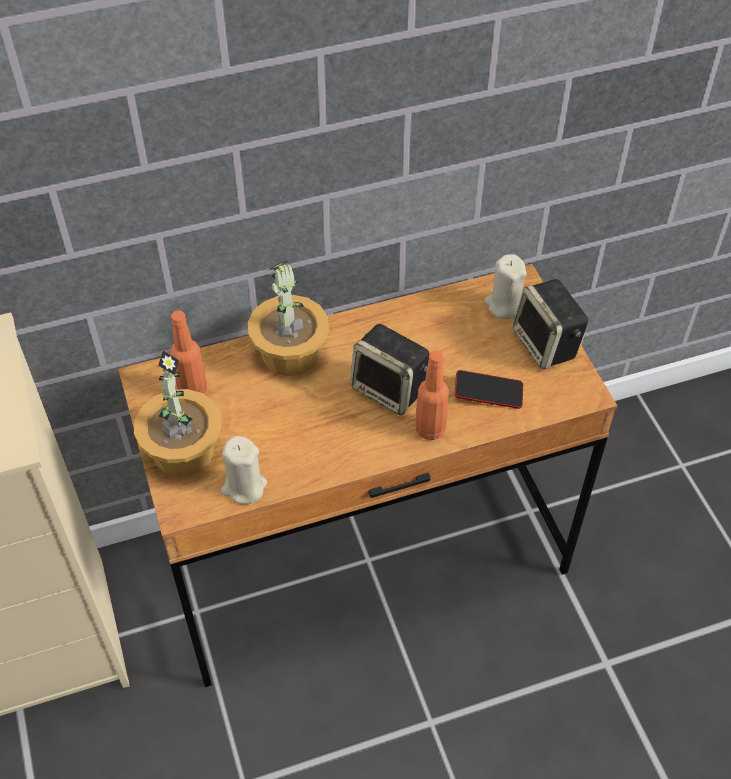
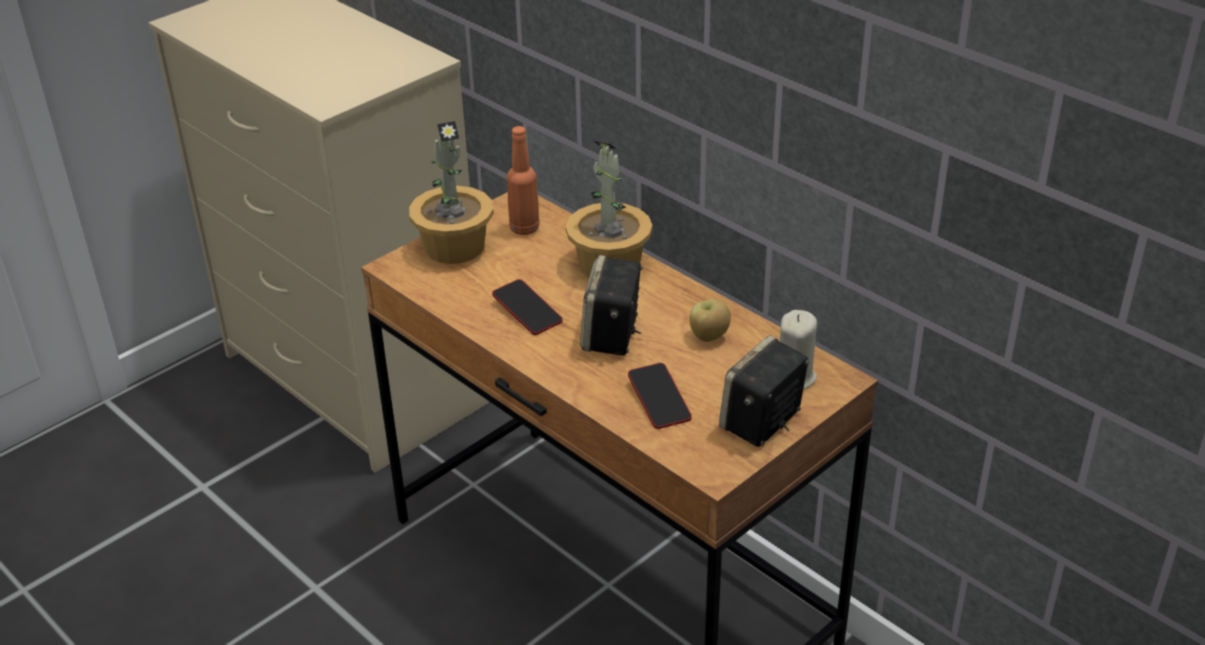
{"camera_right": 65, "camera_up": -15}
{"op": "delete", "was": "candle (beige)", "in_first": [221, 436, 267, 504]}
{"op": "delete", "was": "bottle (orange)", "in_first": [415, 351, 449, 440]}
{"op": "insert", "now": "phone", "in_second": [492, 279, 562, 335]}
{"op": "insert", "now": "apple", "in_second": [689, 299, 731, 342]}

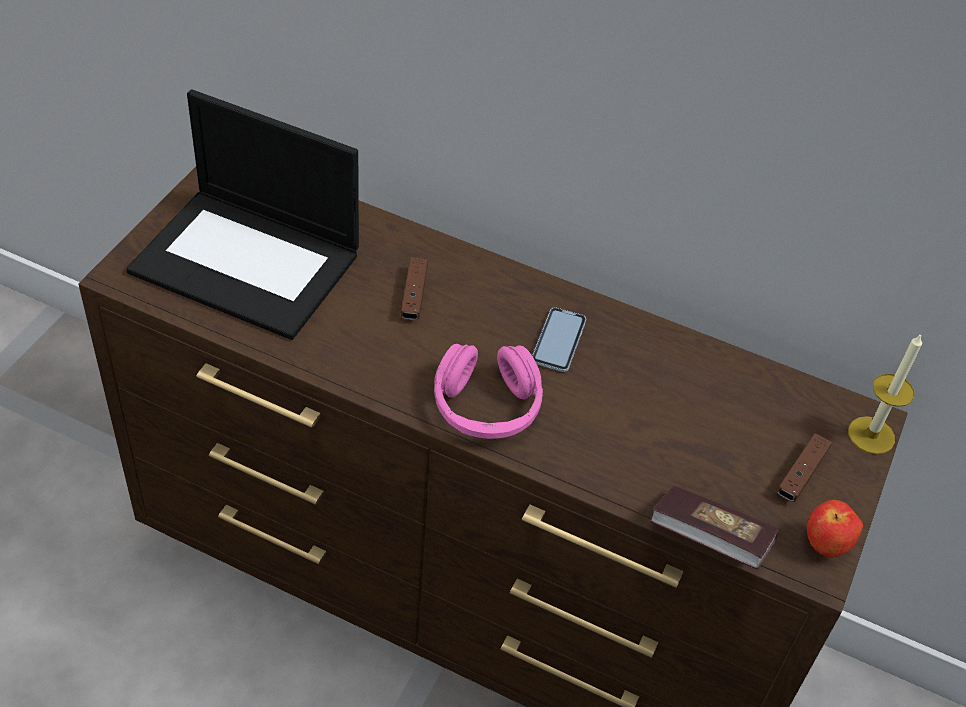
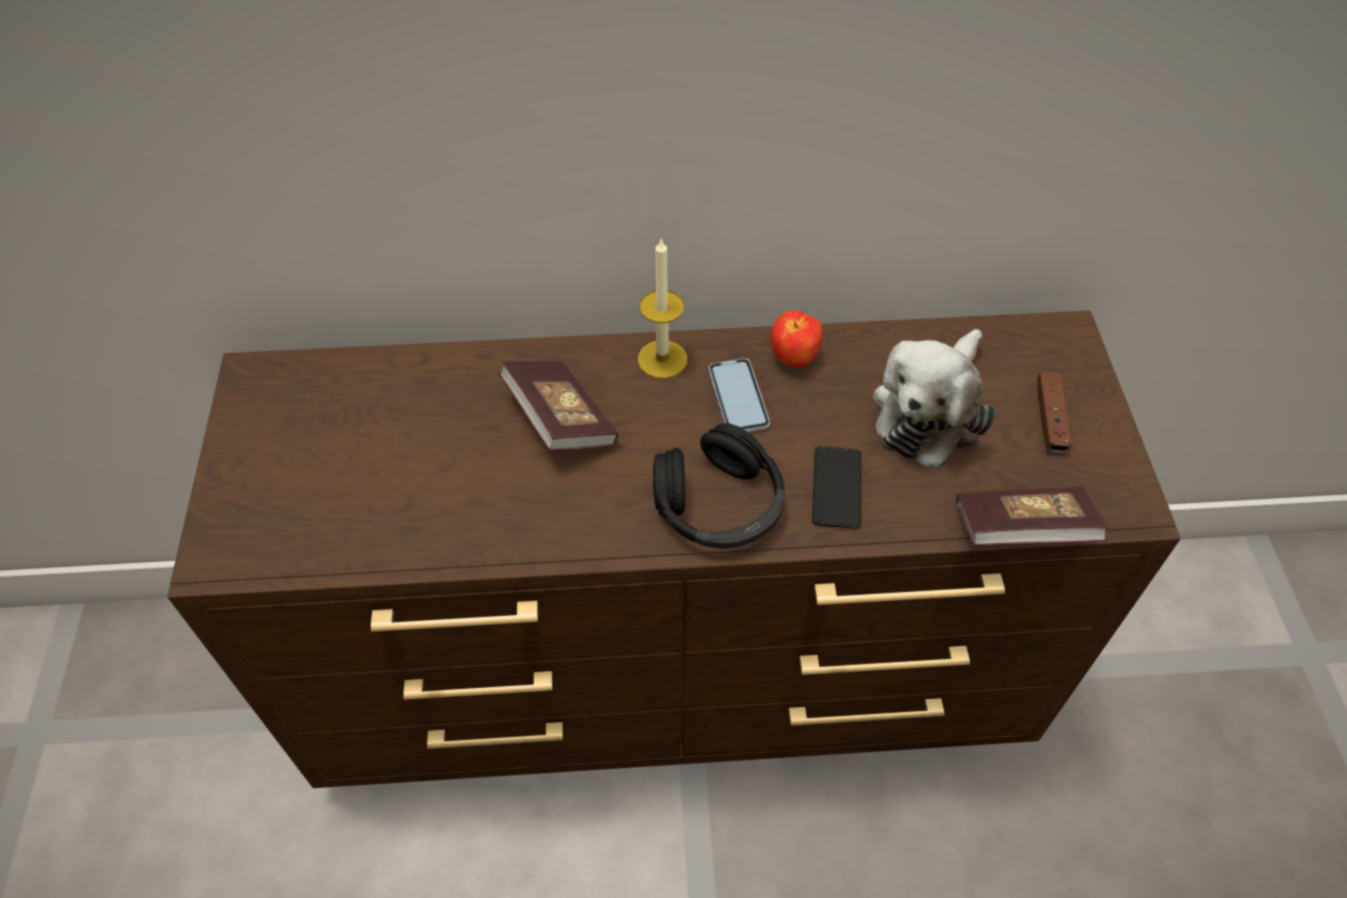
{"camera_right": -25, "camera_up": 5}
{"op": "delete", "was": "laptop", "in_first": [126, 89, 359, 340]}
{"op": "insert", "now": "phone", "in_second": [812, 446, 862, 529]}
{"op": "insert", "now": "plush toy", "in_second": [873, 329, 996, 470]}
{"op": "move", "was": "apple", "in_first": [807, 500, 863, 558], "in_second": [770, 310, 822, 368]}
{"op": "move", "was": "candle", "in_first": [848, 333, 922, 454], "in_second": [638, 237, 688, 379]}
{"op": "replace", "was": "game controller (brown)", "now": "book", "in_first": [401, 257, 428, 320], "in_second": [499, 361, 618, 451]}
{"op": "recolor", "was": "headphones (pink)", "now": "headphones (black)", "in_first": [434, 344, 543, 439], "in_second": [653, 423, 785, 549]}

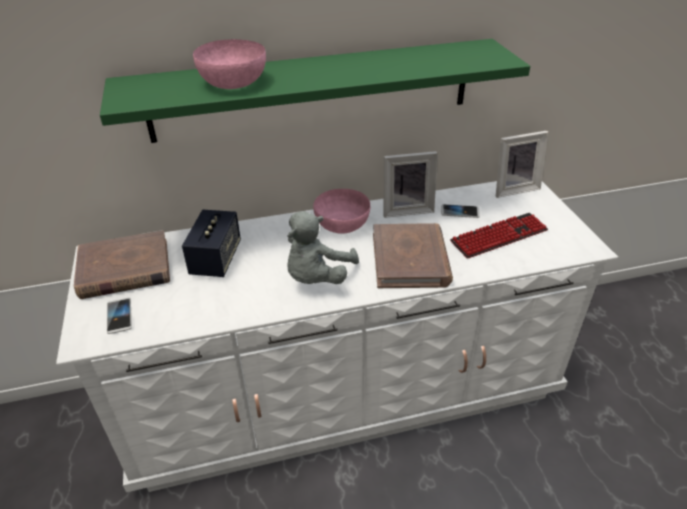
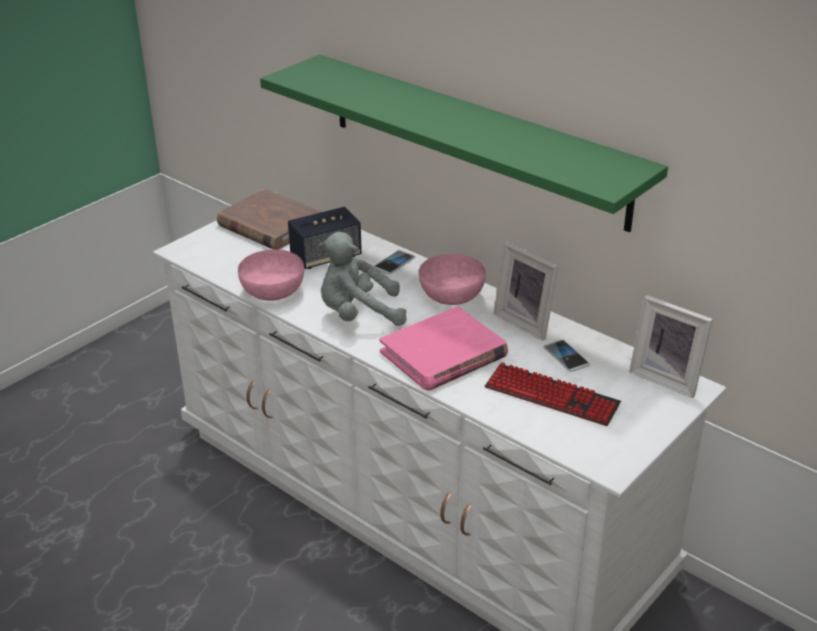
{"camera_right": 55, "camera_up": -5}
{"op": "move", "was": "phone", "in_first": [107, 298, 132, 334], "in_second": [374, 250, 415, 275]}
{"op": "move", "was": "bowl (pink)", "in_first": [193, 39, 266, 89], "in_second": [238, 250, 304, 301]}
{"op": "recolor", "was": "book (brown)", "now": "book (pink)", "in_first": [373, 223, 453, 288], "in_second": [380, 306, 508, 390]}

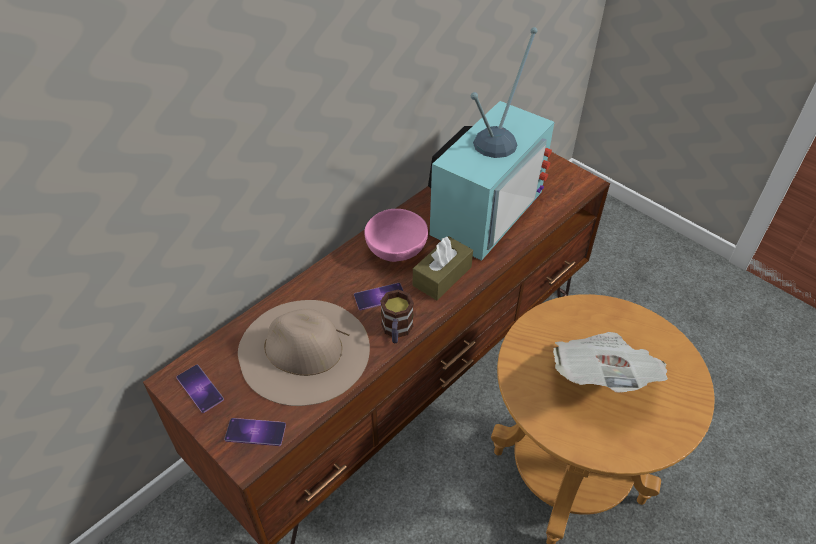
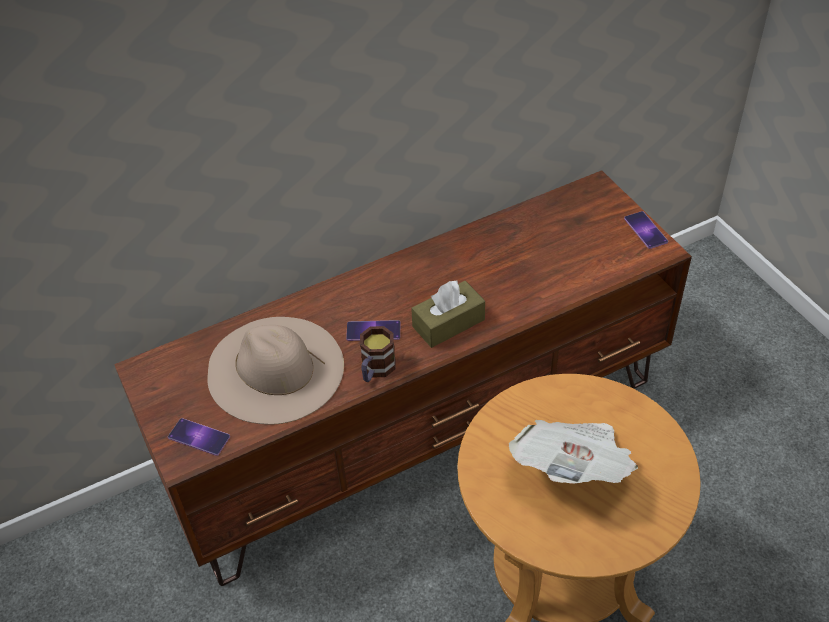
{"camera_right": 20, "camera_up": 0}
{"op": "delete", "was": "bowl (pink)", "in_first": [364, 209, 428, 262]}
{"op": "delete", "was": "television", "in_first": [428, 27, 554, 261]}
{"op": "move", "was": "phone", "in_first": [176, 365, 224, 413], "in_second": [624, 211, 668, 249]}

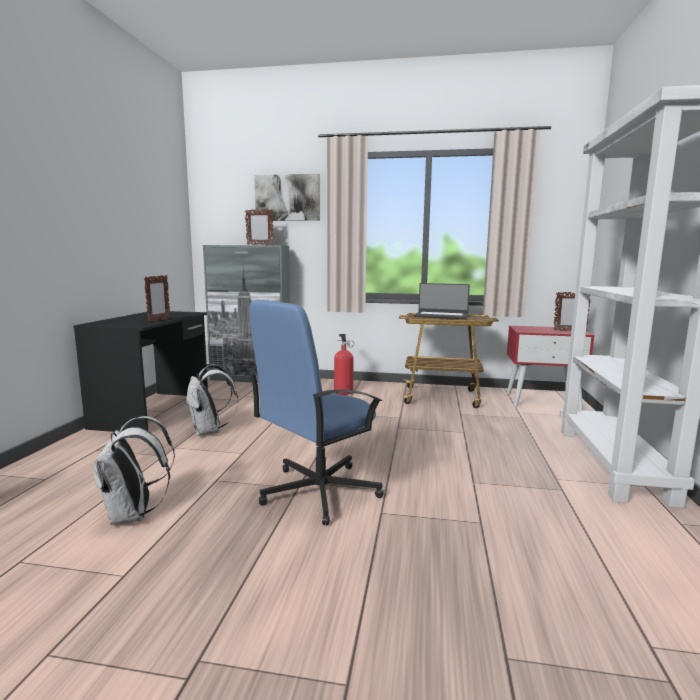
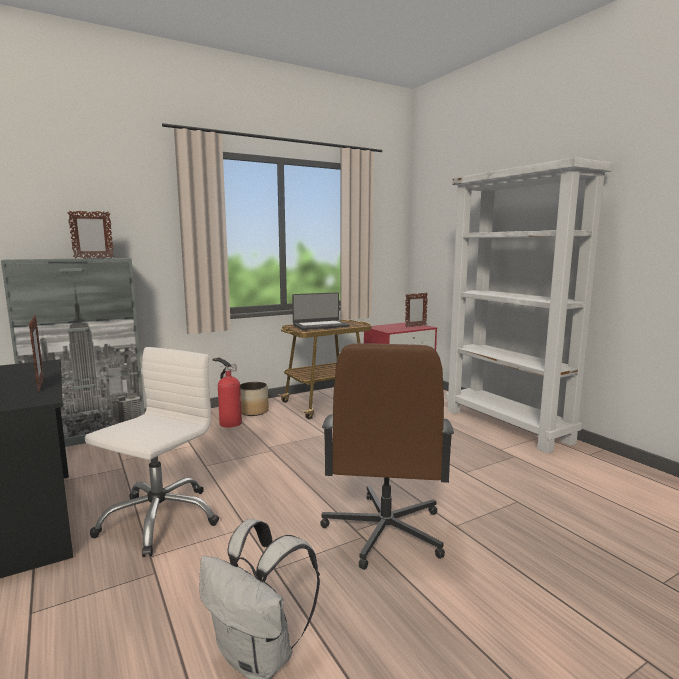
{"camera_right": -40, "camera_up": 0}
{"op": "delete", "was": "picture", "in_first": [254, 174, 320, 221]}
{"op": "insert", "now": "planter", "in_second": [240, 382, 269, 416]}
{"op": "replace", "was": "backpack (white)", "now": "office chair (white)", "in_first": [186, 365, 238, 436], "in_second": [85, 347, 219, 557]}
{"op": "recolor", "was": "office chair (blue)", "now": "office chair (brown)", "in_first": [249, 300, 384, 525], "in_second": [320, 343, 454, 570]}

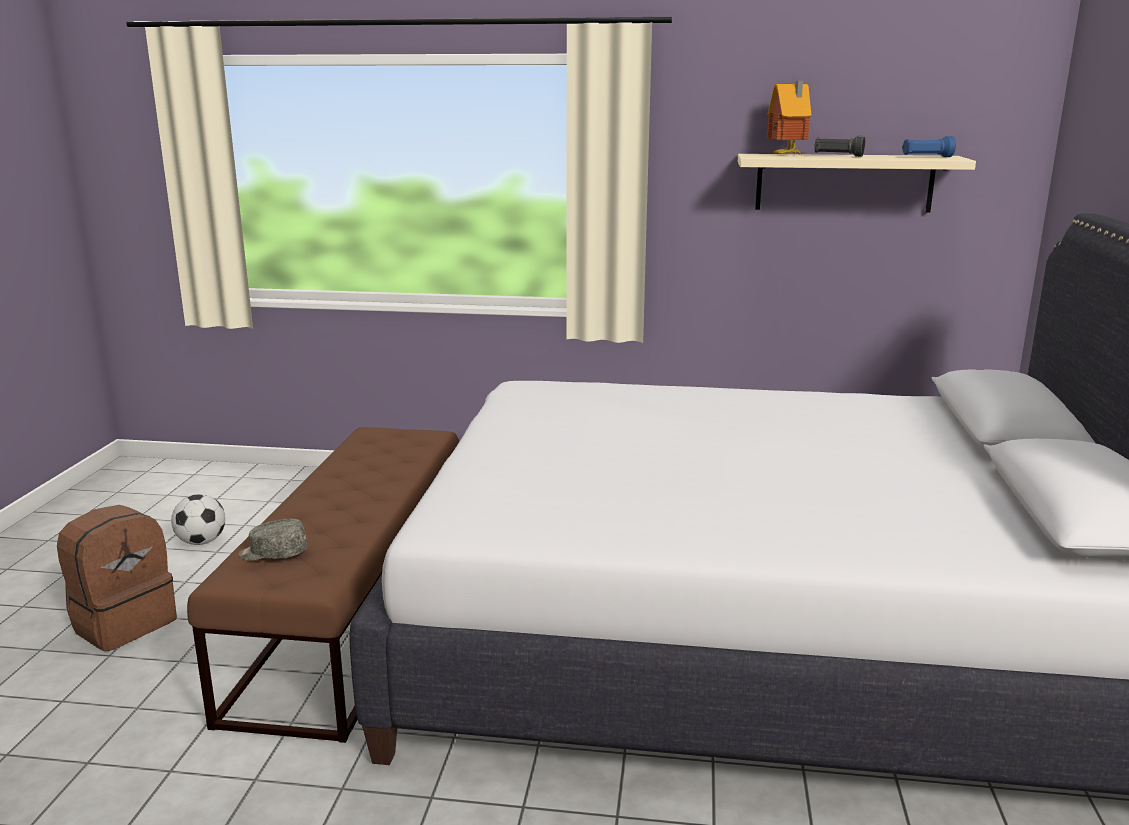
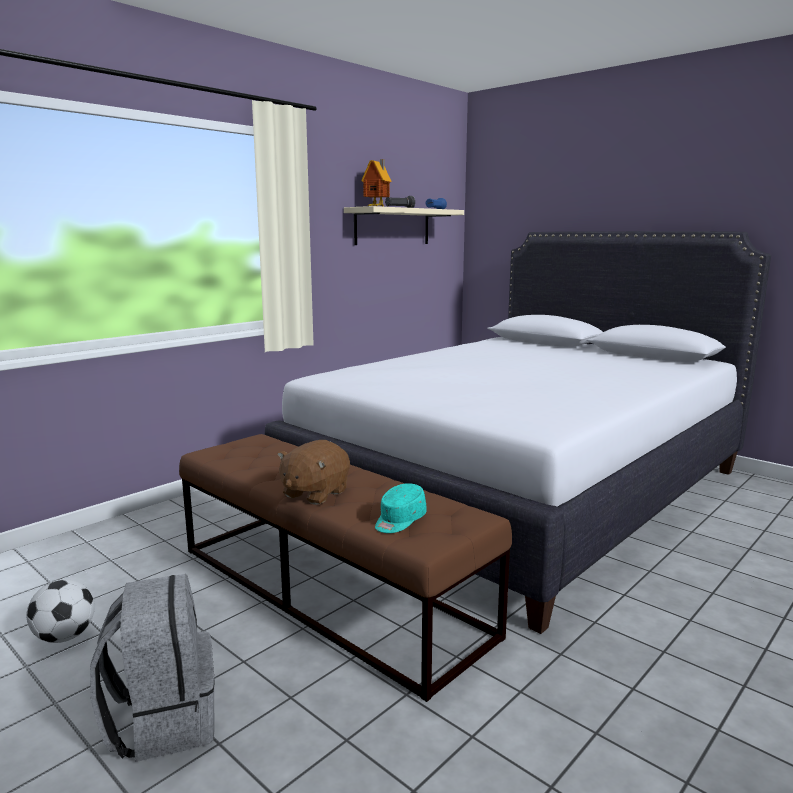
{"camera_right": -55, "camera_up": -5}
{"op": "insert", "now": "plush toy (brown)", "in_second": [277, 440, 350, 505]}
{"op": "recolor", "was": "backpack (brown)", "now": "backpack (grey)", "in_first": [57, 505, 177, 651], "in_second": [90, 574, 215, 762]}
{"op": "recolor", "was": "cap (grey)", "now": "cap (turquoise)", "in_first": [238, 519, 308, 561], "in_second": [375, 483, 427, 533]}

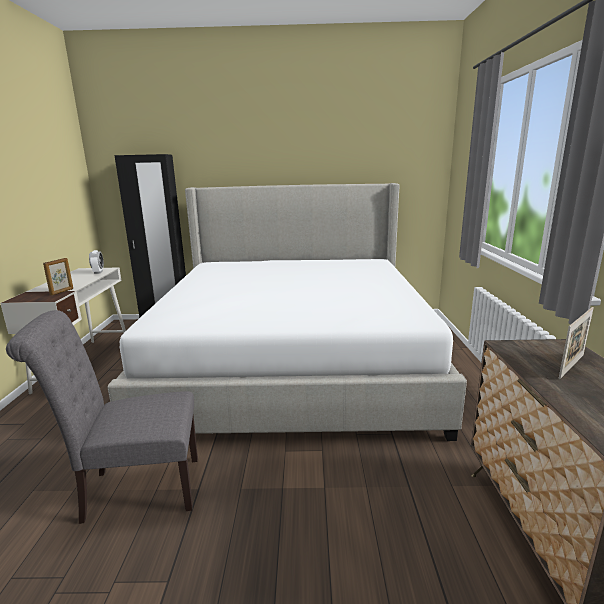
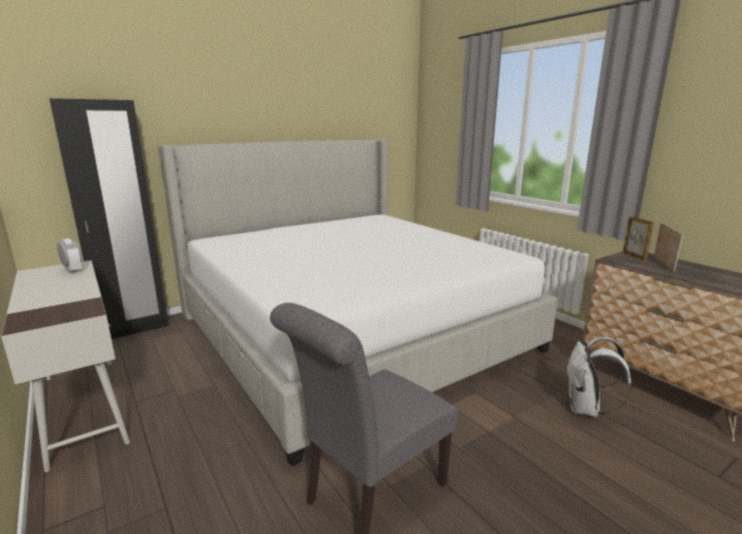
{"camera_right": -35, "camera_up": 0}
{"op": "insert", "now": "backpack (white)", "in_second": [566, 337, 632, 417]}
{"op": "move", "was": "picture frame", "in_first": [43, 258, 73, 295], "in_second": [622, 216, 654, 261]}

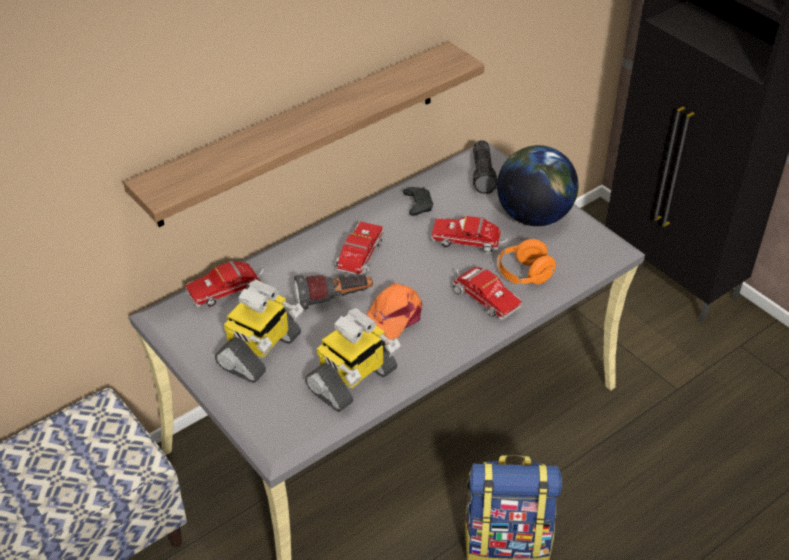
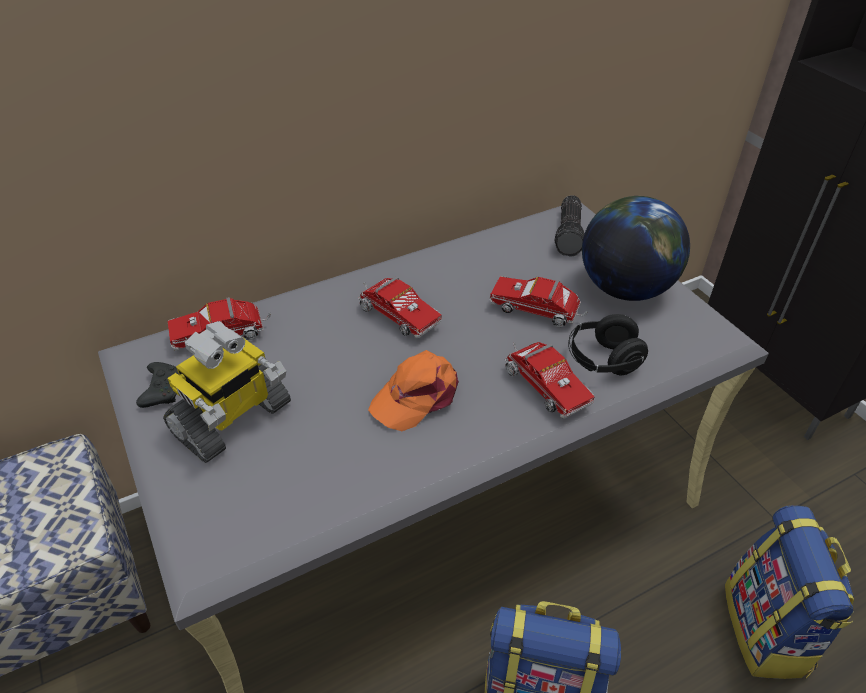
{"camera_right": 10, "camera_up": 0}
{"op": "delete", "was": "shelf", "in_first": [123, 41, 485, 227]}
{"op": "delete", "was": "flashlight", "in_first": [293, 274, 373, 311]}
{"op": "delete", "was": "toy robot", "in_first": [305, 308, 401, 412]}
{"op": "insert", "now": "backpack", "in_second": [725, 505, 854, 679]}
{"op": "move", "was": "game controller (black)", "in_first": [403, 187, 433, 216], "in_second": [136, 362, 179, 408]}
{"op": "recolor", "was": "headphones (orange)", "now": "headphones (black)", "in_first": [497, 239, 556, 284], "in_second": [568, 314, 648, 375]}
{"op": "rotate", "was": "toy truck", "in_first": [335, 222, 384, 277], "in_second": [358, 277, 442, 338], "clockwise": 105}

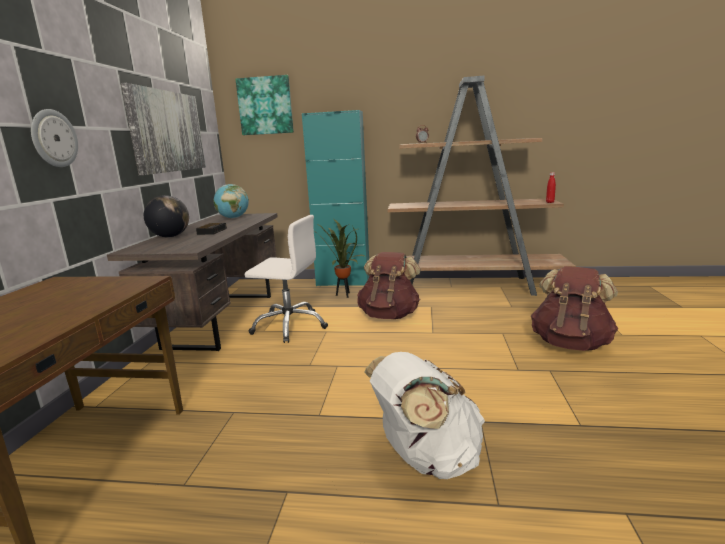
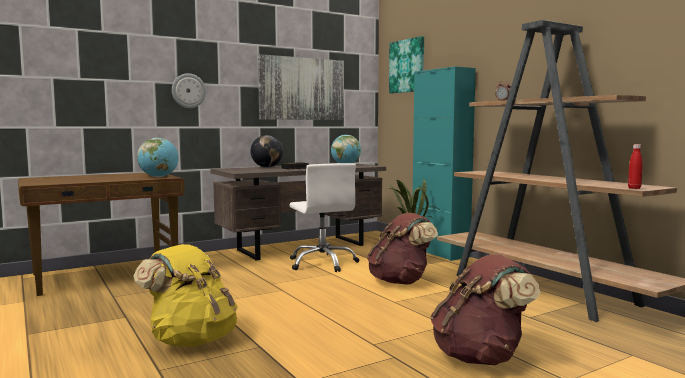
{"camera_right": 50, "camera_up": -10}
{"op": "insert", "now": "globe", "in_second": [137, 138, 179, 178]}
{"op": "recolor", "was": "backpack (white)", "now": "backpack (yellow)", "in_first": [364, 352, 485, 479], "in_second": [133, 244, 238, 347]}

